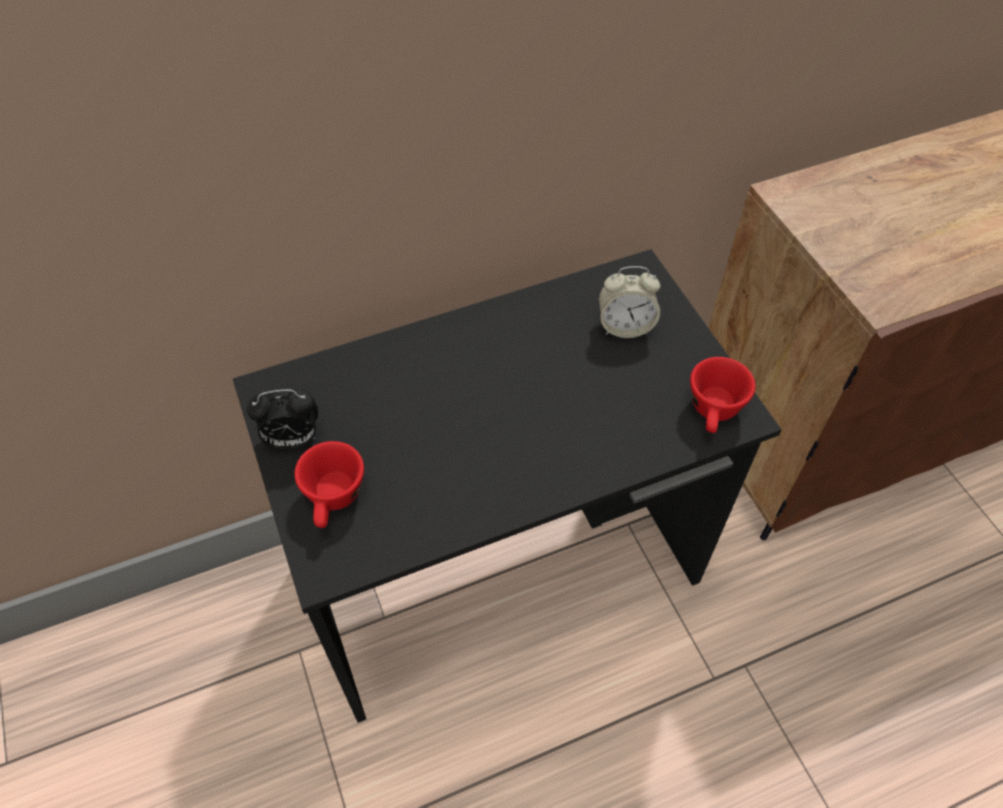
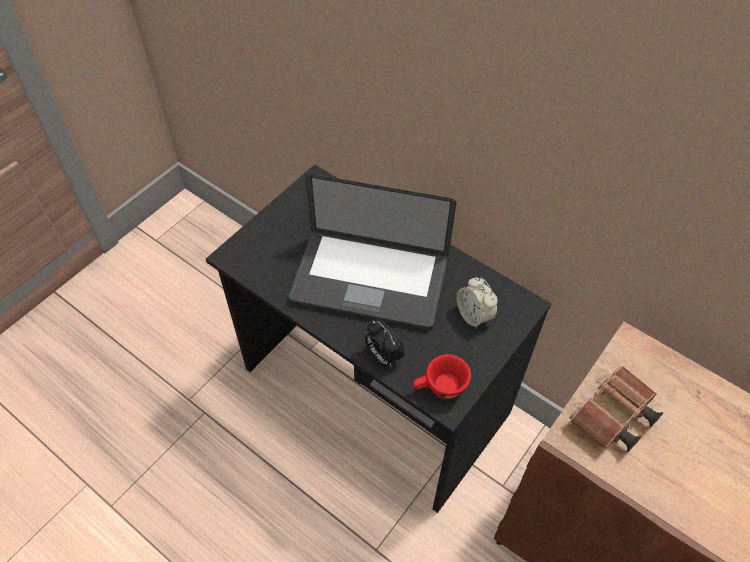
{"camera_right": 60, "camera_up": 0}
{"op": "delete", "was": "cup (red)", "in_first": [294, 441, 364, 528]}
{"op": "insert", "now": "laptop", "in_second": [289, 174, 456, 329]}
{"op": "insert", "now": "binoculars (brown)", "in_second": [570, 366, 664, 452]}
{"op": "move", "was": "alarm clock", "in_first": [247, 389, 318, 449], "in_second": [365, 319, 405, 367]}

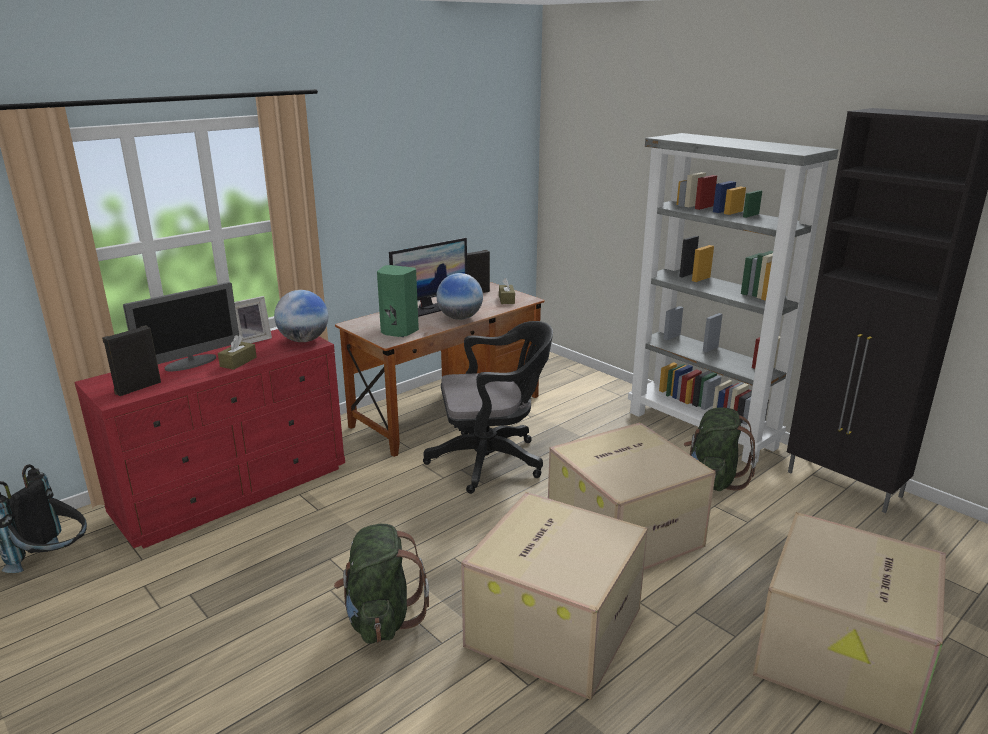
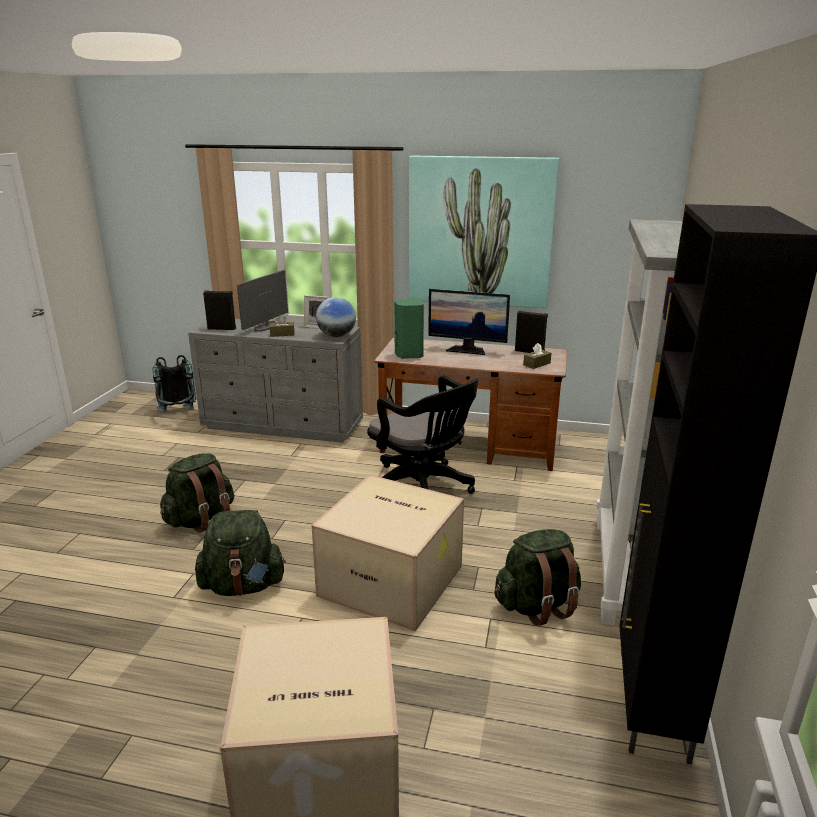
{"camera_right": 55, "camera_up": 0}
{"op": "delete", "was": "globe", "in_first": [436, 273, 483, 320]}
{"op": "insert", "now": "picture", "in_second": [409, 156, 559, 308]}
{"op": "replace", "was": "cardboard box", "now": "backpack (green)", "in_first": [461, 492, 648, 700], "in_second": [195, 510, 286, 596]}
{"op": "recolor", "was": "dresser (red)", "now": "dresser (grey)", "in_first": [74, 329, 345, 549], "in_second": [188, 319, 363, 443]}
{"op": "rotate", "was": "monitor", "in_first": [123, 282, 239, 371], "in_second": [237, 270, 288, 332], "clockwise": 105}

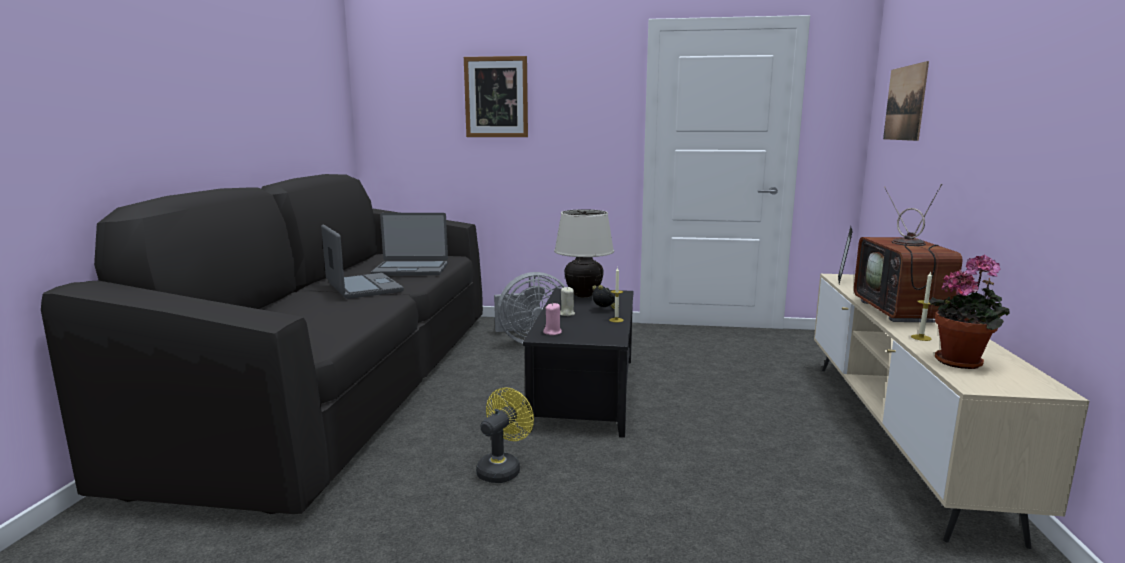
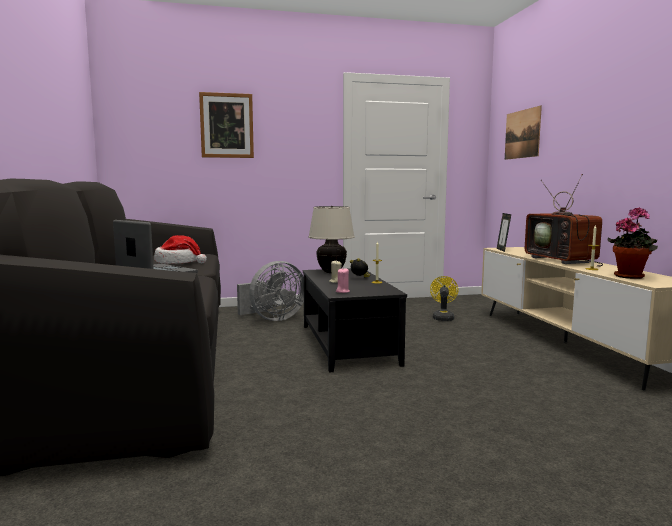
{"camera_right": -20, "camera_up": -5}
{"op": "move", "was": "fan (yellow)", "in_first": [476, 387, 534, 483], "in_second": [430, 276, 458, 321]}
{"op": "replace", "was": "laptop", "now": "hat", "in_first": [371, 213, 448, 276], "in_second": [154, 235, 207, 264]}

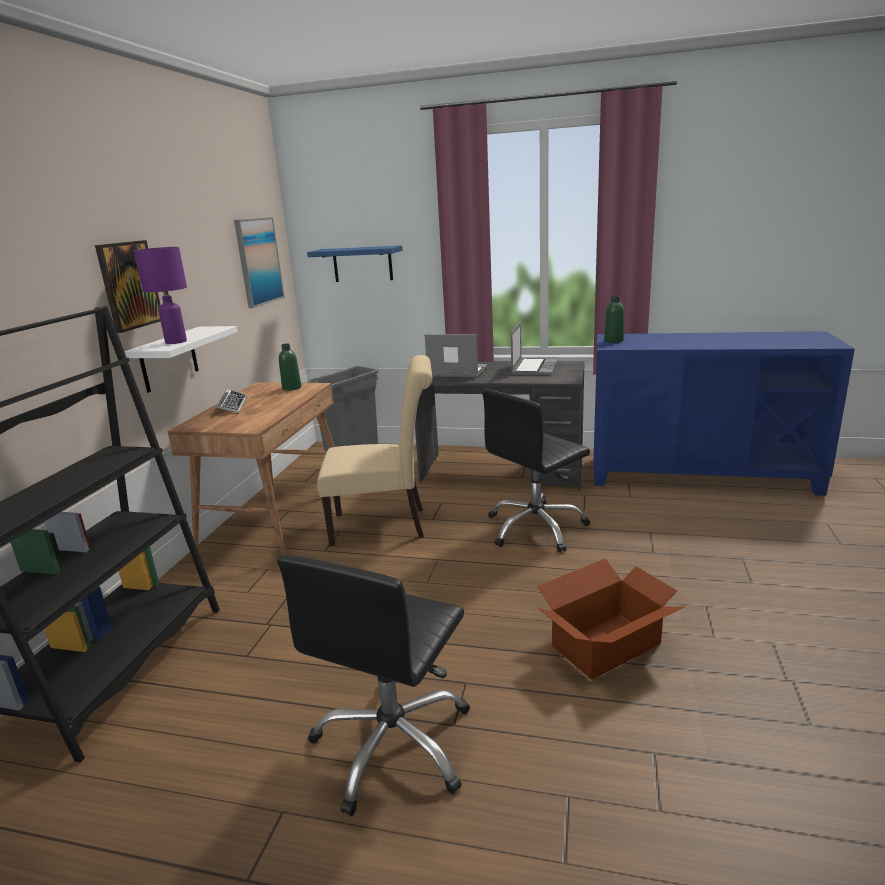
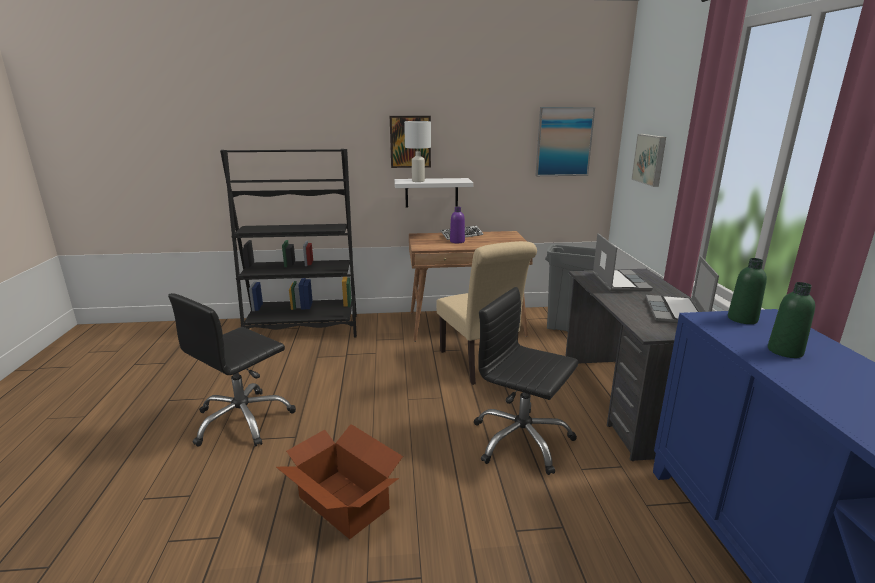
{"camera_right": 70, "camera_up": 0}
{"op": "insert", "now": "bottle (purple)", "in_second": [450, 207, 465, 243]}
{"op": "move", "was": "bottle (green)", "in_first": [279, 344, 301, 391], "in_second": [768, 282, 815, 358]}
{"op": "replace", "was": "shelf (blue)", "now": "picture", "in_first": [307, 245, 403, 282], "in_second": [631, 134, 666, 187]}
{"op": "recolor", "was": "table lamp (purple)", "now": "table lamp (white)", "in_first": [133, 247, 187, 344], "in_second": [404, 121, 431, 182]}
{"op": "rotate", "was": "office chair (black)", "in_first": [277, 554, 470, 816], "in_second": [168, 293, 296, 447], "clockwise": -60}
{"op": "rotate", "was": "laptop", "in_first": [511, 322, 558, 376], "in_second": [645, 256, 719, 323], "clockwise": 105}

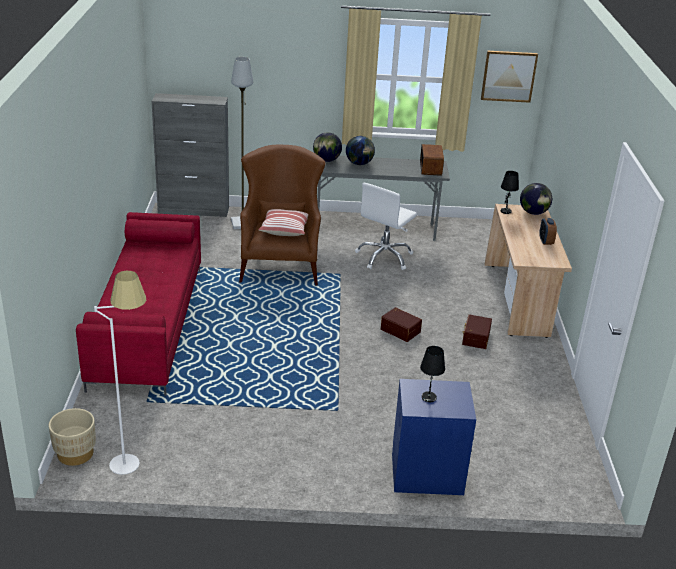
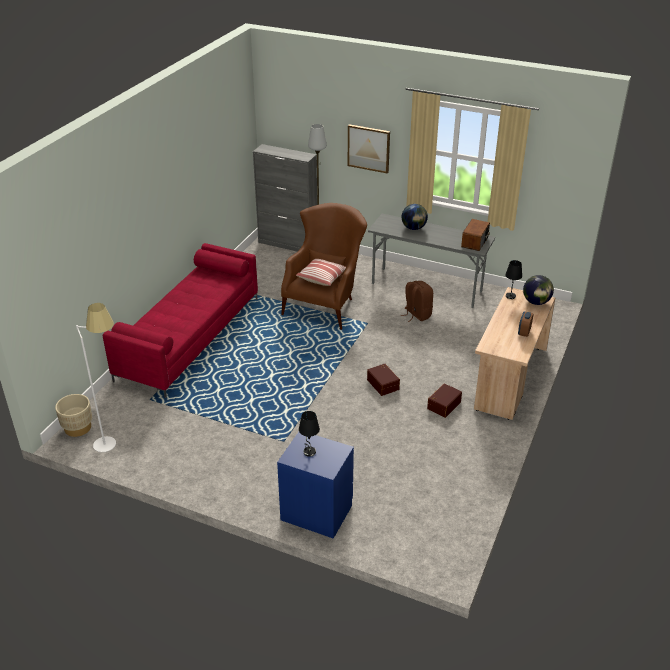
{"camera_right": 25, "camera_up": 5}
{"op": "delete", "was": "globe", "in_first": [313, 132, 342, 162]}
{"op": "move", "was": "picture", "in_first": [481, 51, 538, 103], "in_second": [348, 124, 390, 174]}
{"op": "replace", "was": "office chair (white)", "now": "backpack (brown)", "in_first": [355, 183, 417, 270], "in_second": [401, 281, 433, 322]}

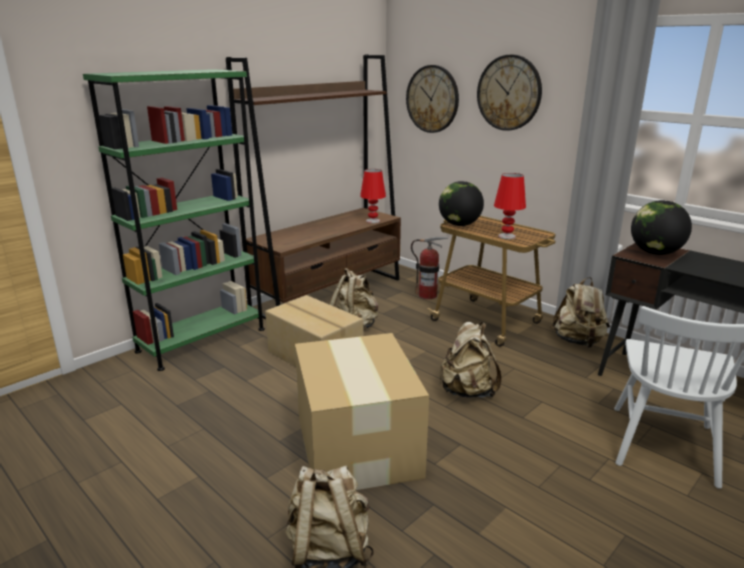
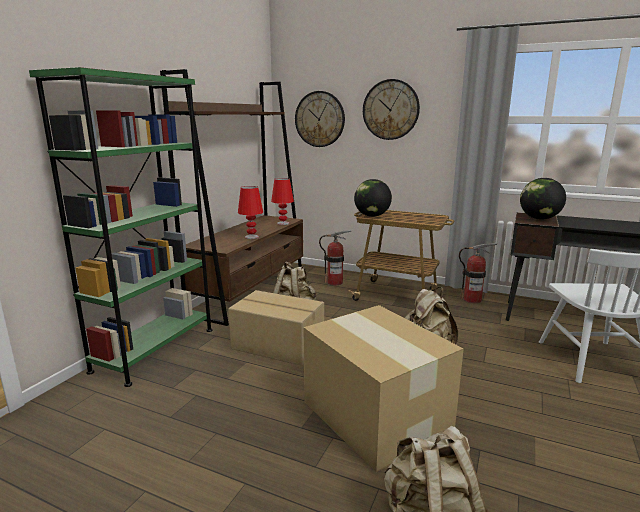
{"camera_right": -20, "camera_up": -5}
{"op": "move", "was": "table lamp (red)", "in_first": [494, 173, 526, 239], "in_second": [238, 186, 263, 239]}
{"op": "replace", "was": "backpack (beige)", "now": "fire extinguisher", "in_first": [550, 277, 610, 348], "in_second": [459, 243, 497, 303]}

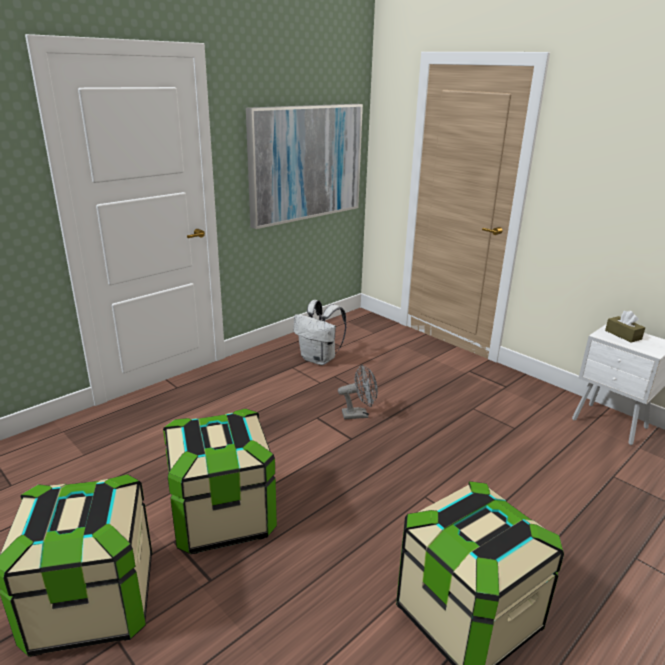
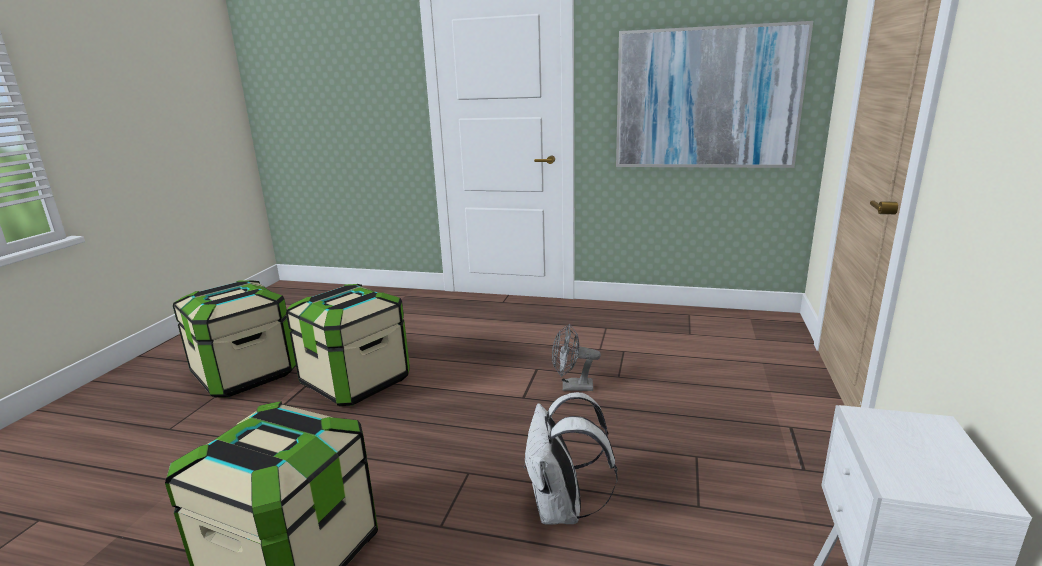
{"camera_right": 60, "camera_up": -5}
{"op": "delete", "was": "tissue box (brown)", "in_first": [605, 311, 645, 342]}
{"op": "move", "was": "backpack (white)", "in_first": [293, 300, 346, 365], "in_second": [523, 392, 618, 525]}
{"op": "rotate", "was": "fan (grey)", "in_first": [338, 364, 378, 419], "in_second": [552, 324, 601, 391], "clockwise": 135}

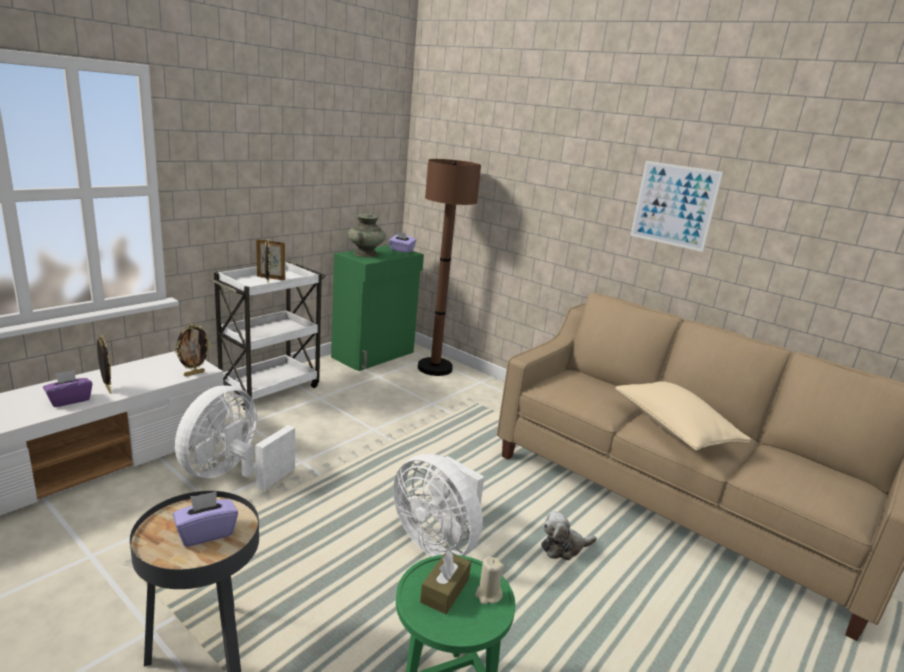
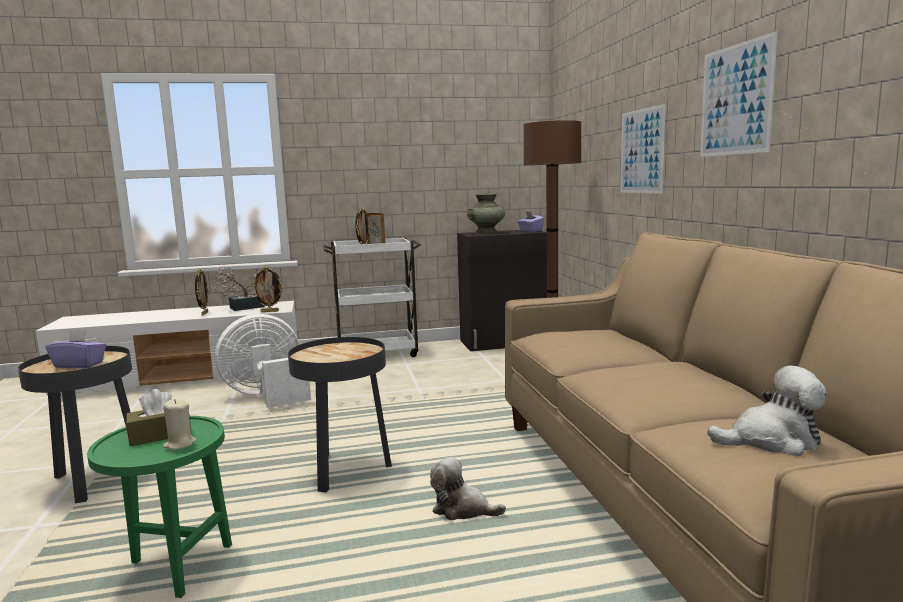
{"camera_right": 40, "camera_up": -10}
{"op": "delete", "was": "tissue box (purple)", "in_first": [43, 370, 92, 407]}
{"op": "delete", "was": "pillow (beige)", "in_first": [615, 381, 751, 451]}
{"op": "insert", "now": "potted plant", "in_second": [214, 267, 265, 311]}
{"op": "insert", "now": "picture", "in_second": [621, 104, 666, 194]}
{"op": "insert", "now": "plush toy", "in_second": [707, 366, 827, 456]}
{"op": "replace", "was": "fan (white)", "now": "side table (black)", "in_first": [393, 454, 484, 557], "in_second": [288, 337, 392, 493]}
{"op": "recolor", "was": "cabinet (green)", "now": "cabinet (black)", "in_first": [331, 245, 424, 371], "in_second": [457, 230, 547, 351]}

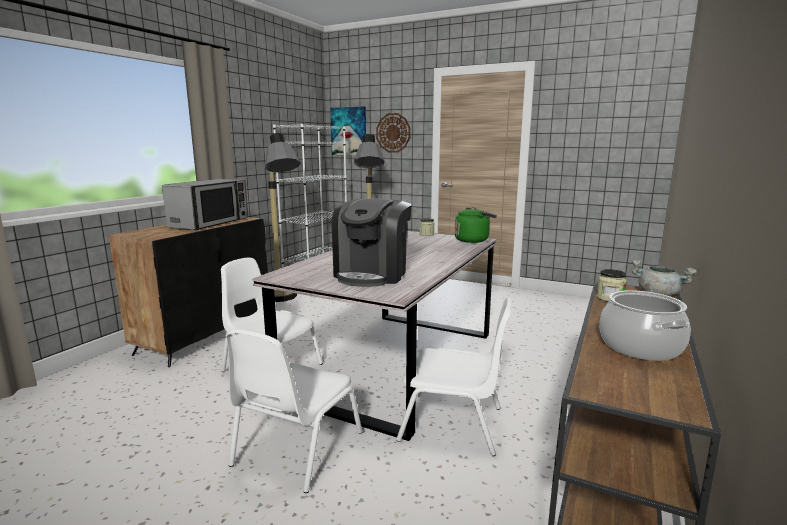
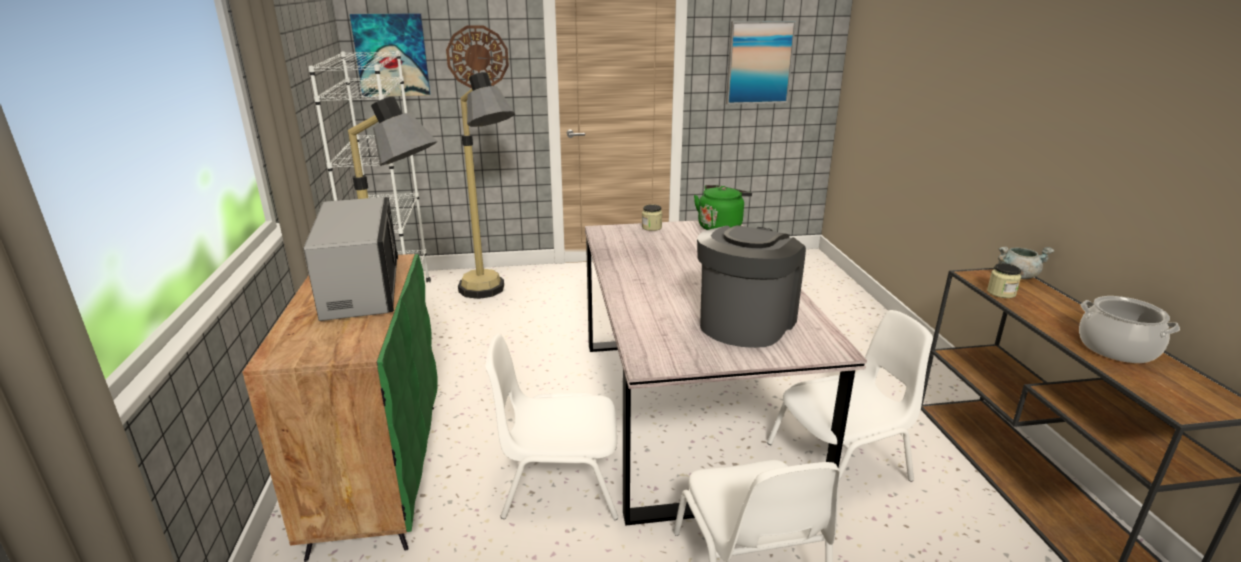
{"camera_right": -35, "camera_up": 10}
{"op": "insert", "now": "picture", "in_second": [726, 21, 796, 105]}
{"op": "recolor", "was": "cabinet (black)", "now": "cabinet (green)", "in_first": [109, 217, 268, 367], "in_second": [242, 254, 437, 562]}
{"op": "rotate", "was": "coffee machine", "in_first": [332, 199, 412, 287], "in_second": [697, 225, 806, 348], "clockwise": -135}

